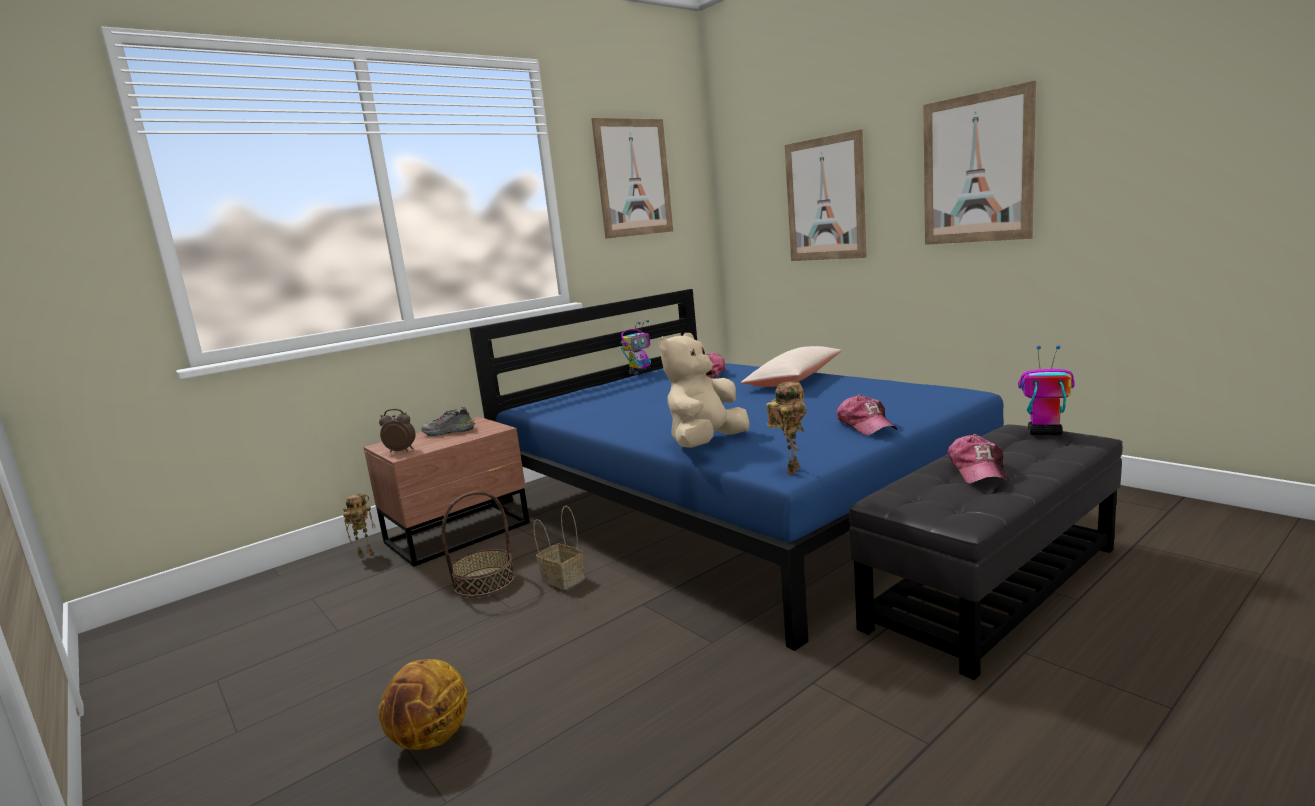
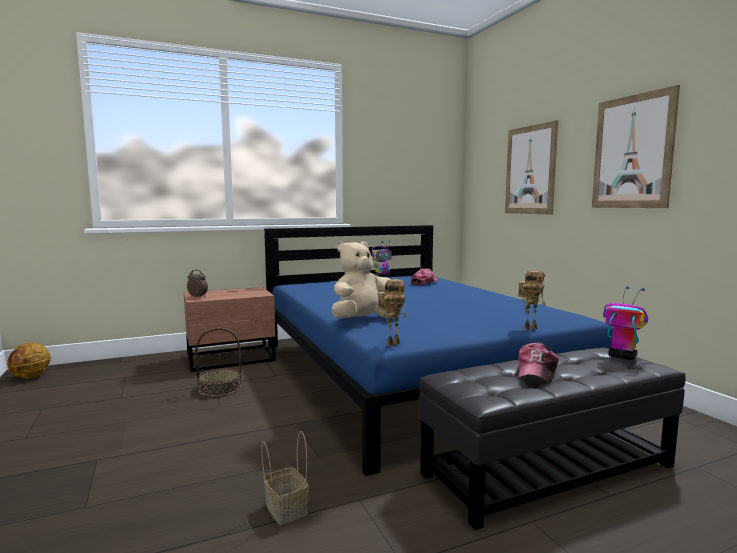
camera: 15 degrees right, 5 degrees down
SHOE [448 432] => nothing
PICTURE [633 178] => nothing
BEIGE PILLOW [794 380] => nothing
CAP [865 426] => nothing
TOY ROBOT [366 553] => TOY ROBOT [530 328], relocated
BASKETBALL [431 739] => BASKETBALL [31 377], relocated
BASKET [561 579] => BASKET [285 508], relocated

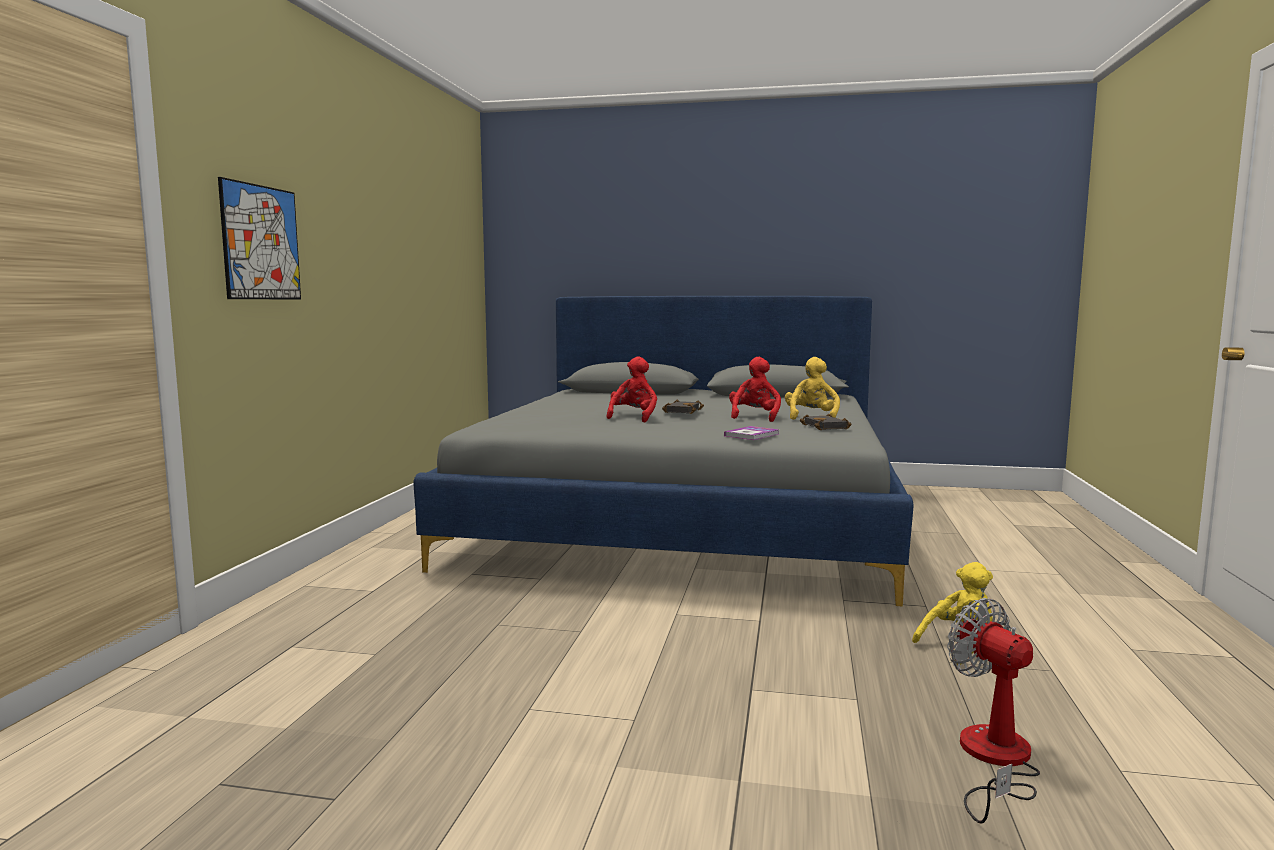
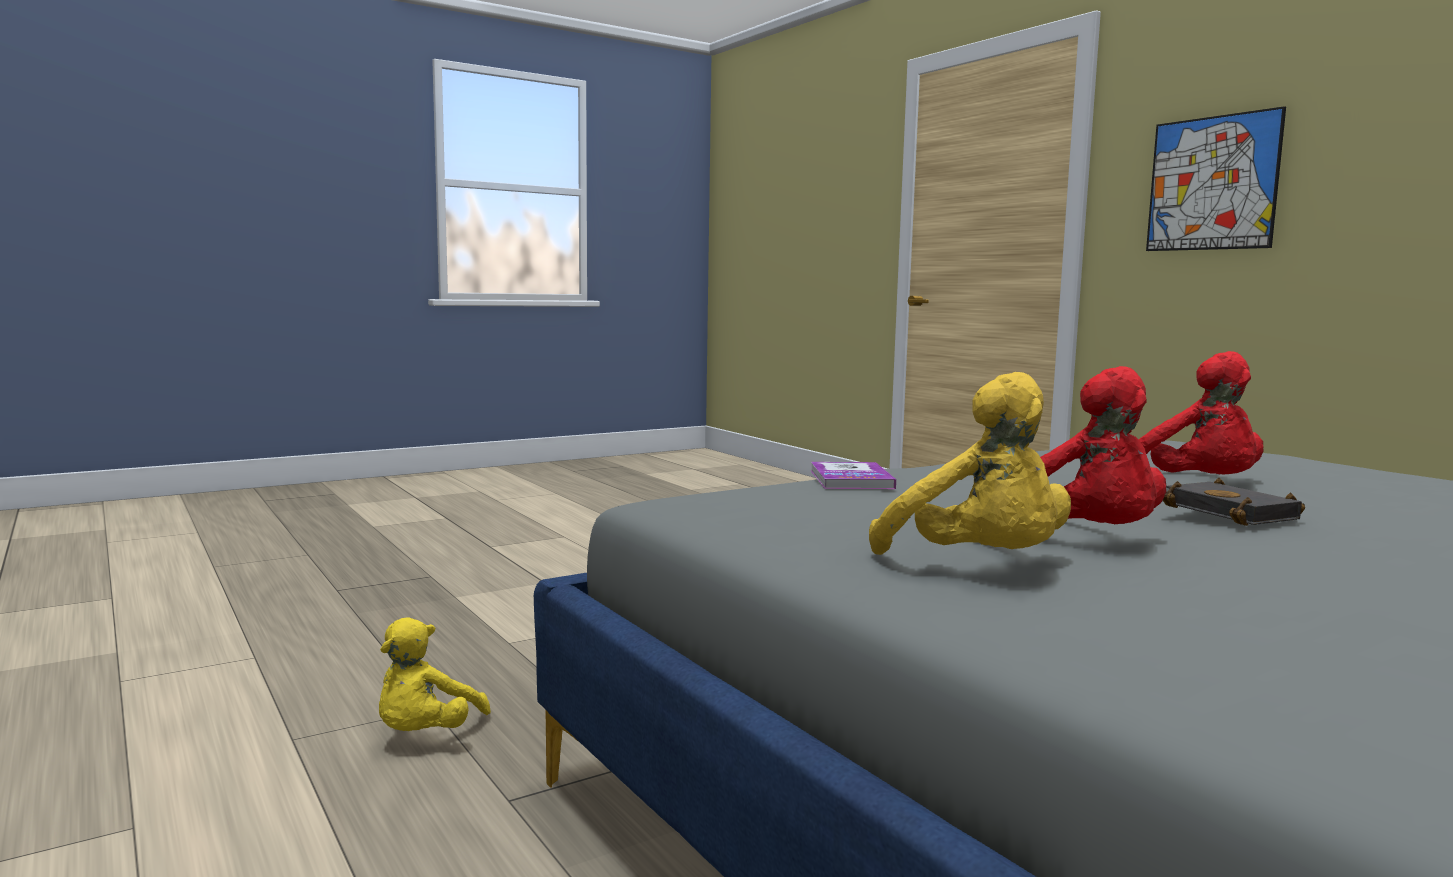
camera: 135 degrees right, 0 degrees up
BLACK BOOK [827 427] => nothing
FAN [994 761] => nothing

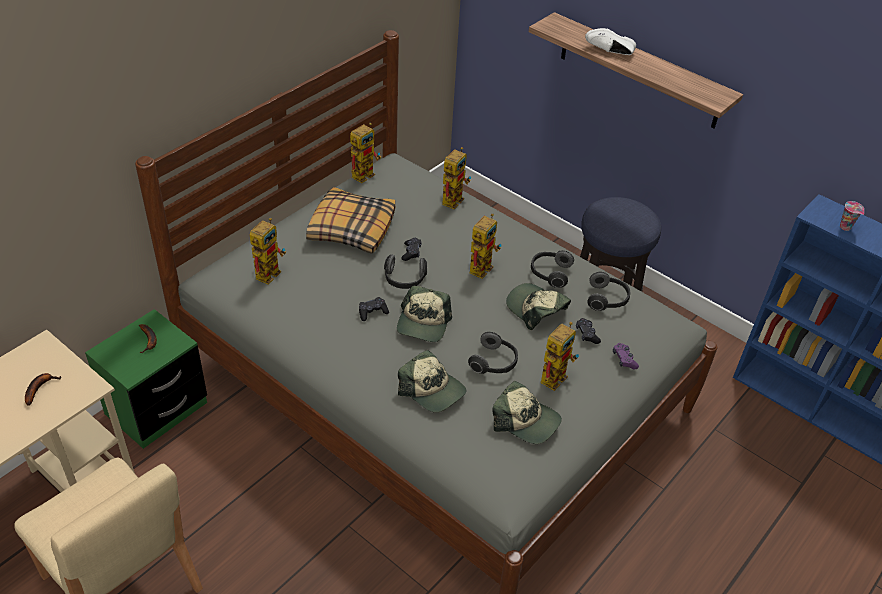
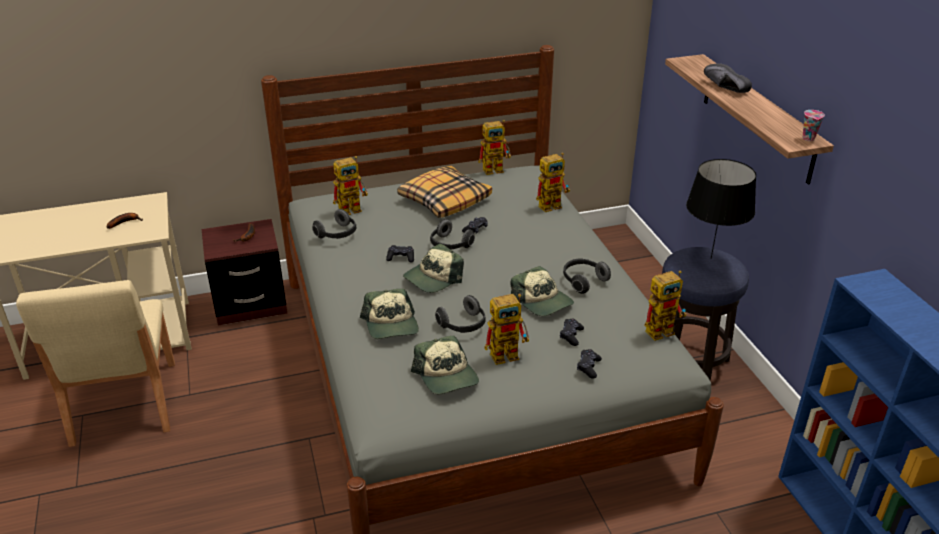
camera: 35 degrees right, 10 degrees down
nothing => BLACK TABLE LAMP [711 258]
TOY ROBOT [481 265] => TOY ROBOT [663 329], relocated
HEADPHONES [607 299] => HEADPHONES [338 234], relocated
CUP [846 227] => CUP [809 139], relocated
GREEN NIGHTSTAND [157 409] => BROWN NIGHTSTAND [250 304]
WHITE SHOE [609 52] => BLACK SHOE [723 88]
PURPLE GAME CONTROLLER [624 359] => BLACK GAME CONTROLLER [588 367]
CAP [536 309] => CAP [542 301], 150 degrees clockwise

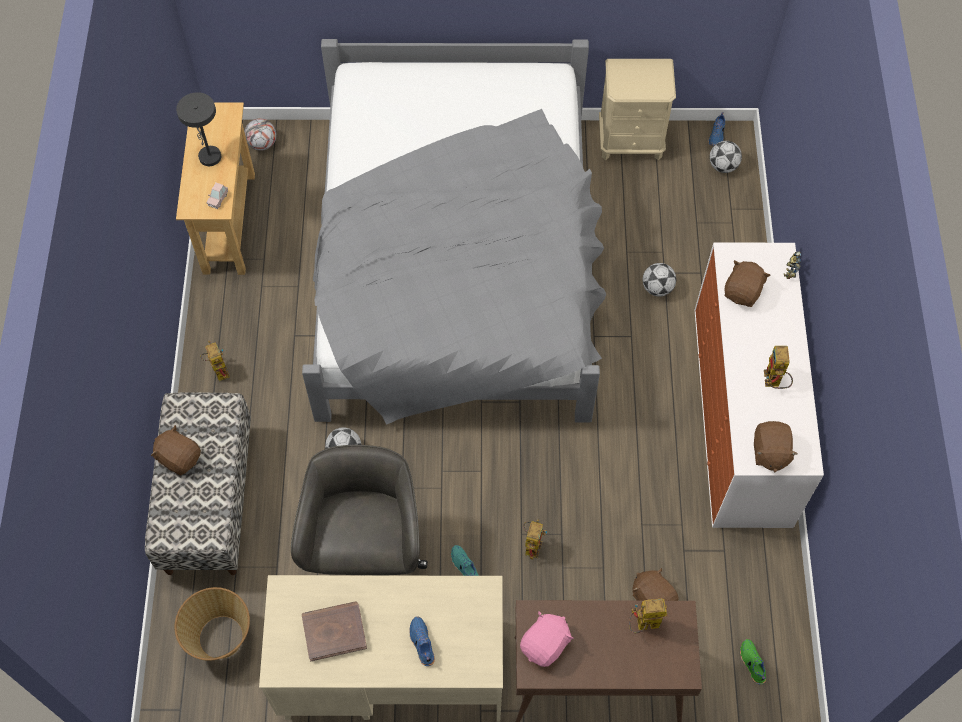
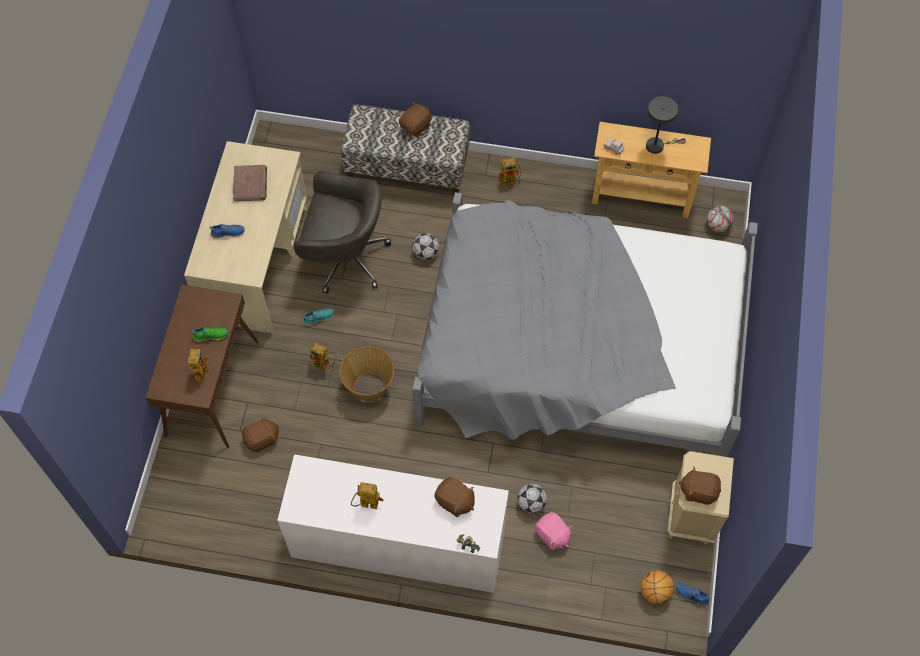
camera: 100 degrees right, 0 degrees up
BASKET [221 638] => BASKET [369 387], relocated
PINK PLUSH TOY [545 645] => PINK PLUSH TOY [552 535], relocated
GREEN SHOE [751 663] => GREEN SHOE [211 335], relocated
BROWN PLUSH TOY [769 452] => BROWN PLUSH TOY [698 491], relocated
FOOTBALL [723 166] => BASKETBALL [654 592]

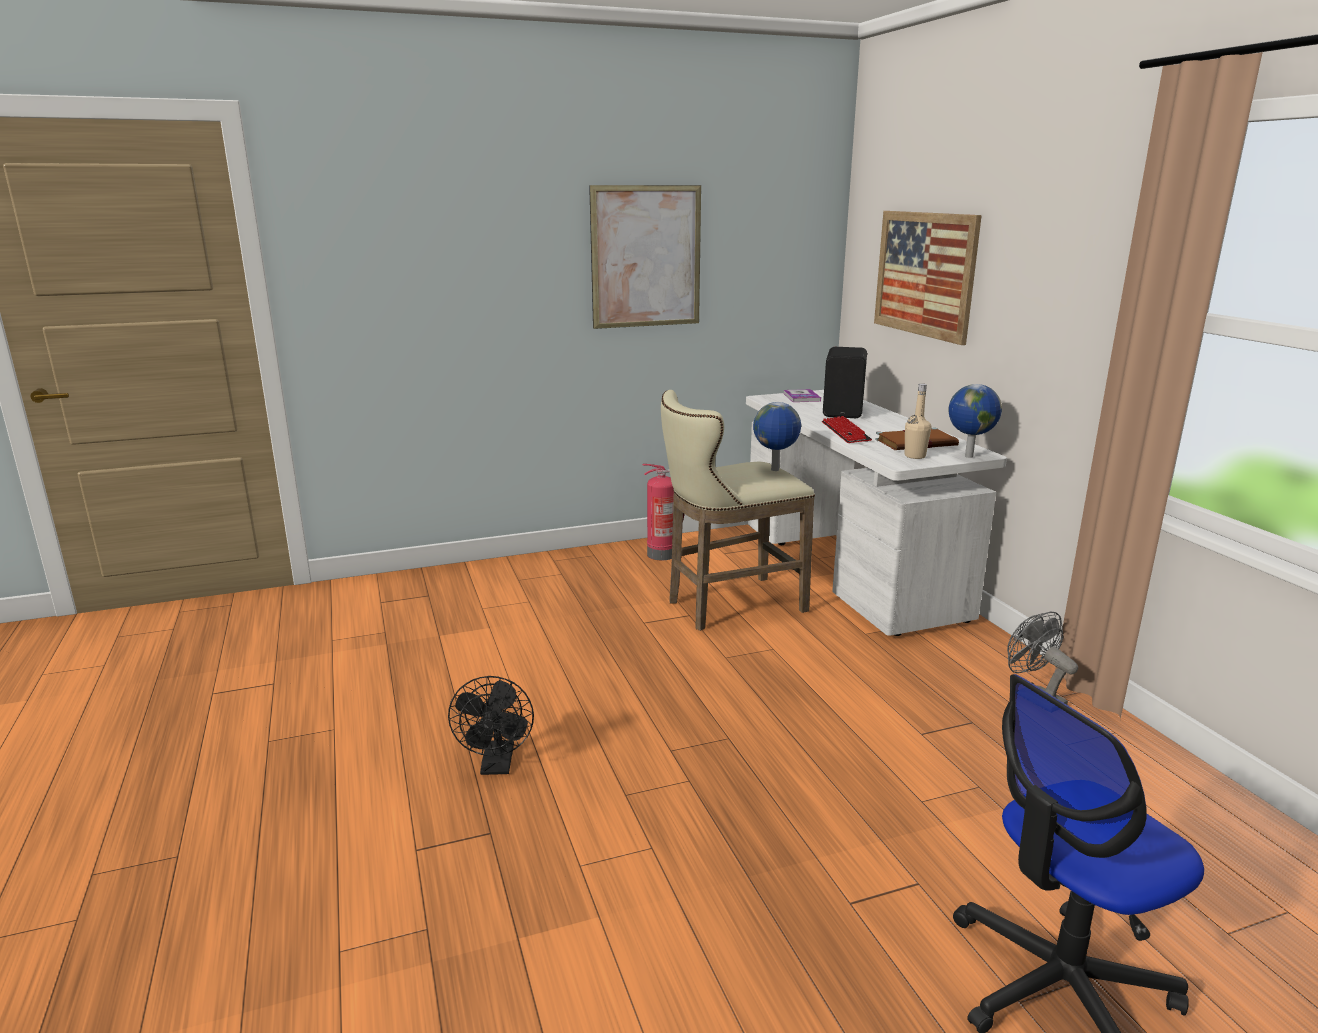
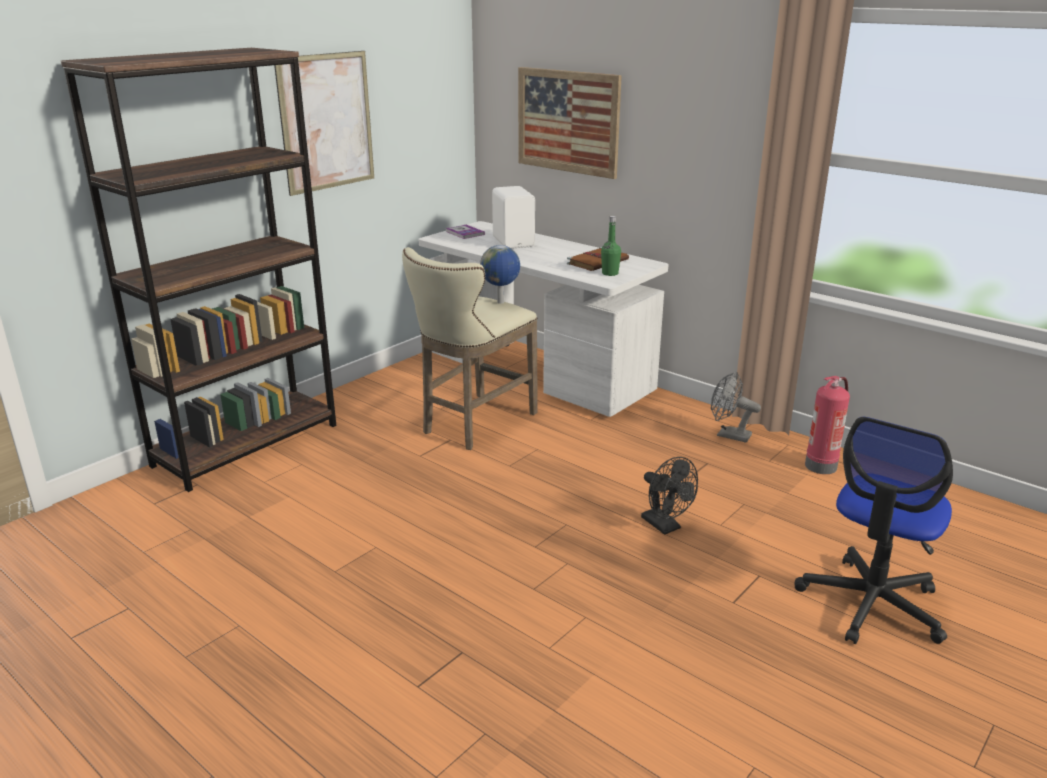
camera: 30 degrees left, 5 degrees up
KEYBOARD [845 432] => nothing
GLOBE [967 456] => nothing
nothing => BROWN BOOKCASE [247 445]
BLACK FAN [497 766] => BLACK FAN [665 526], relocated
FIRE EXTINGUISHER [663 554] => FIRE EXTINGUISHER [821 465], relocated
BLACK SPEAKER [844 412] => WHITE SPEAKER [514 242]
BEIGE BOTTLE [915 456] => GREEN BOTTLE [610 273]

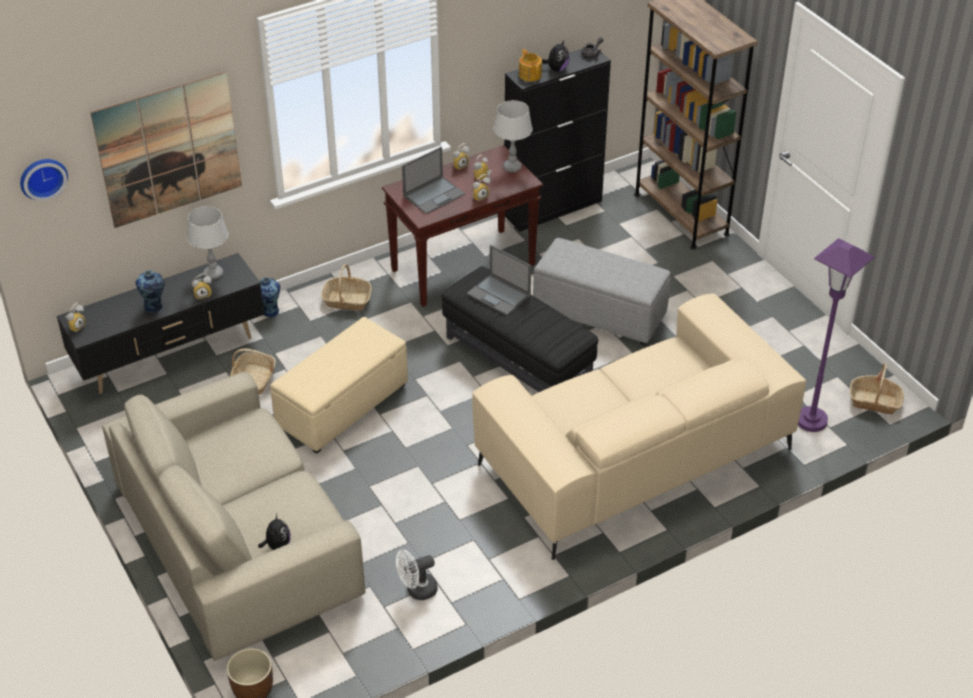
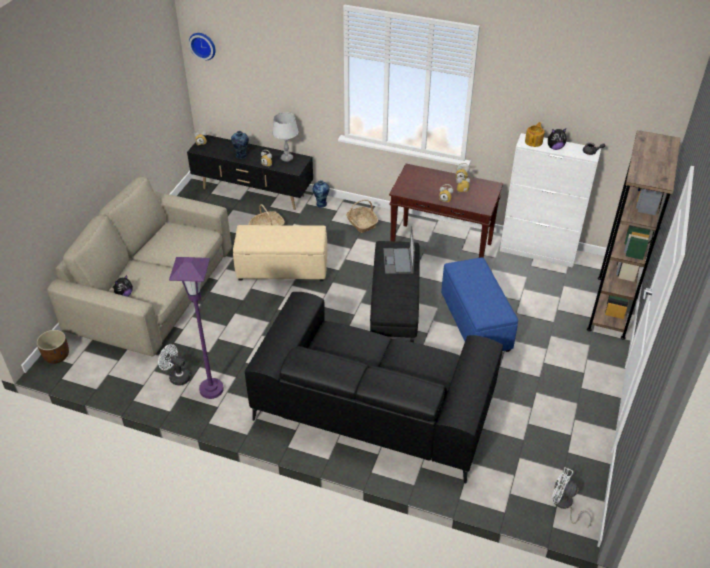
camera: 50 degrees right, 0 degrees up
PICTURE [169 149] => nothing
LAPTOP [434 195] => nothing
GREY TABLE LAMP [512 167] => nothing
PURPLE FLOOR LAMP [811 421] => PURPLE FLOOR LAMP [211 389], relocated
BASKET [874 401] => WHITE FAN [564 505]
BEIGE SOFA [634 455] => BLACK SOFA [374 407]
BLACK CABINET [553 208] => WHITE CABINET [538 252]
GREY OTTOMAN [600 313] => BLUE OTTOMAN [475 323]

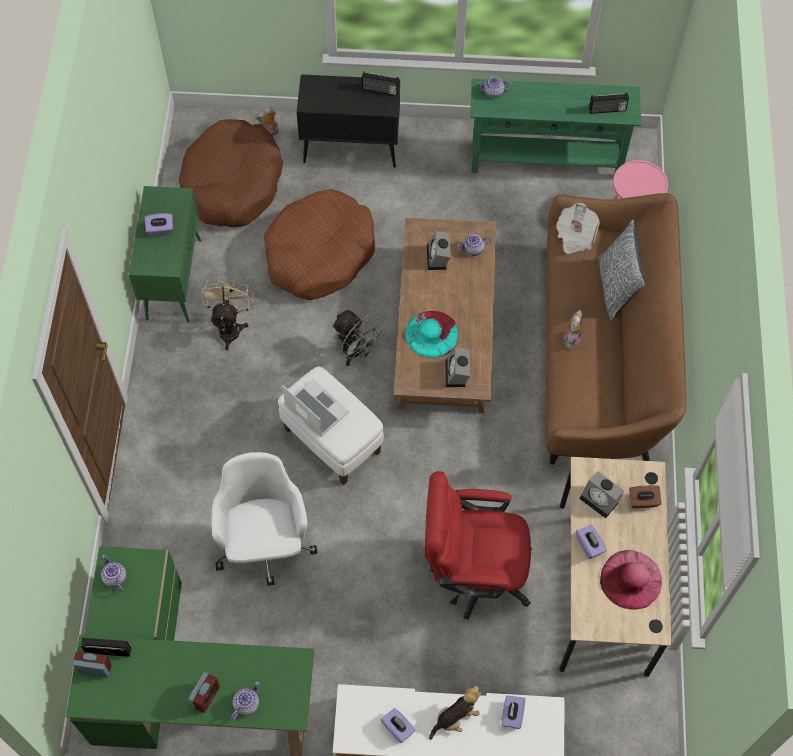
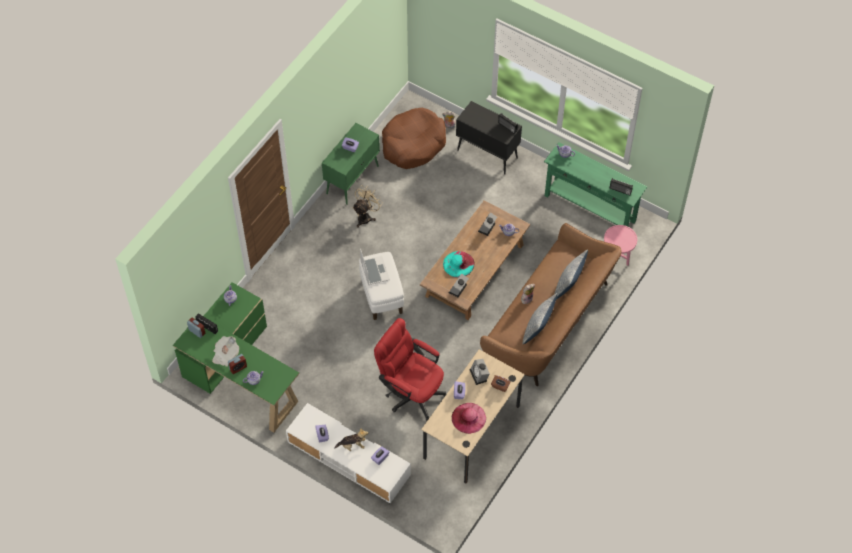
camera: 30 degrees right, 5 degrees down
WHITE OFFICE CHAIR [265 543] => nothing
BROWN DOG BED [319 254] => nothing
GREY FAN [357 352] => nothing
nothing => PILLOW [538 329]
NEWSPAPER [575 236] => NEWSPAPER [225 355], relocated

